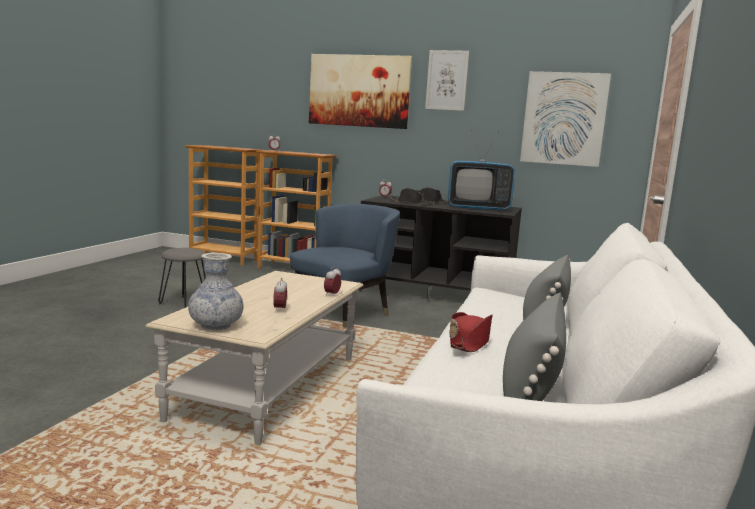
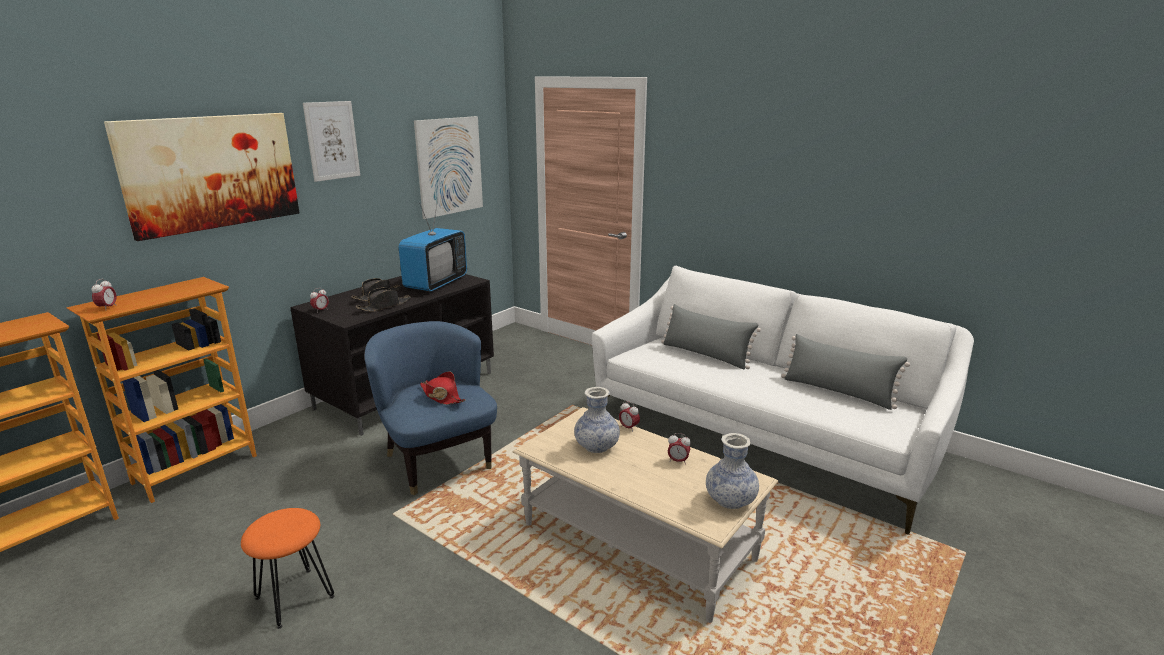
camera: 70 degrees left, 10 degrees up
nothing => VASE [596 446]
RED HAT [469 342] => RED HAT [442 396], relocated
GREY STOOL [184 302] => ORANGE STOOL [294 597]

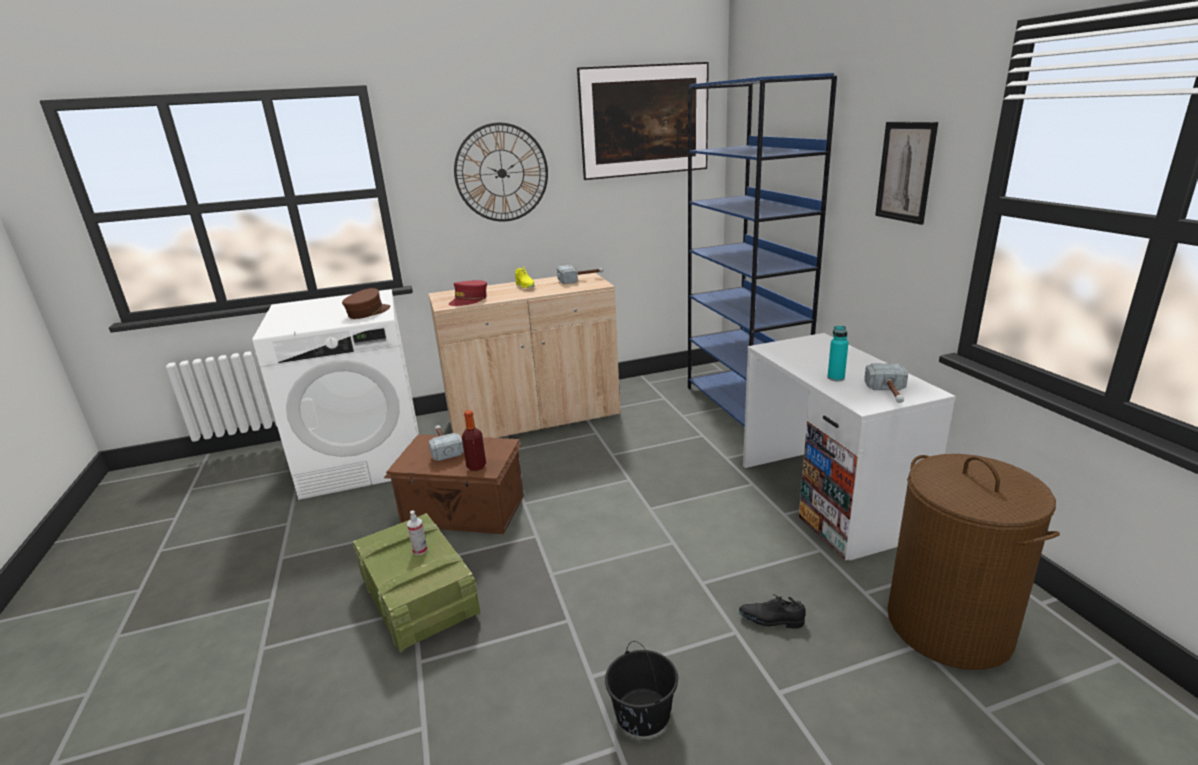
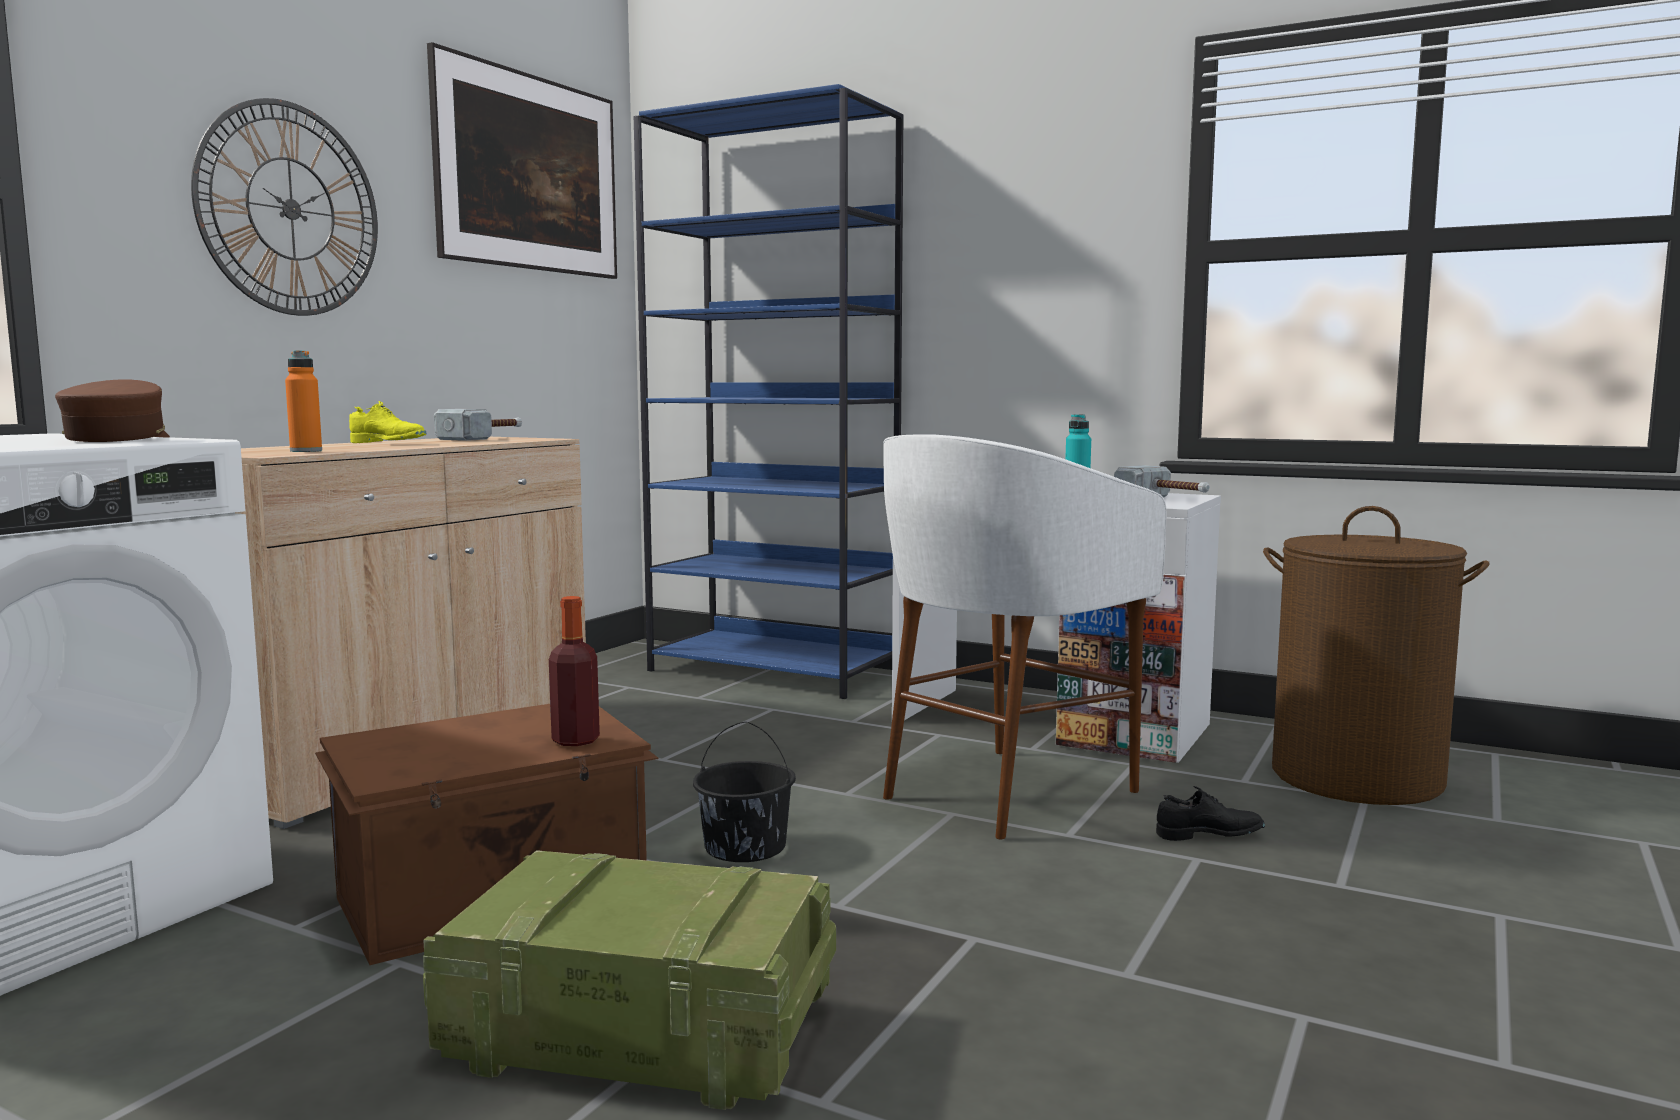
camera: 45 degrees left, 15 degrees down
SPRAY BOTTLE [420 550] => nothing
HAMMER [444 447] => nothing
PICTURE [905 172] => nothing
nothing => WHITE STOOL [1005 793]
BLACK BUCKET [642 712] => BLACK BUCKET [744 847], relocated
RED CAP [469 300] => ORANGE BOTTLE [306 451]
BLACK SHOE [771 620] => BLACK SHOE [1209 835], 150 degrees counterclockwise

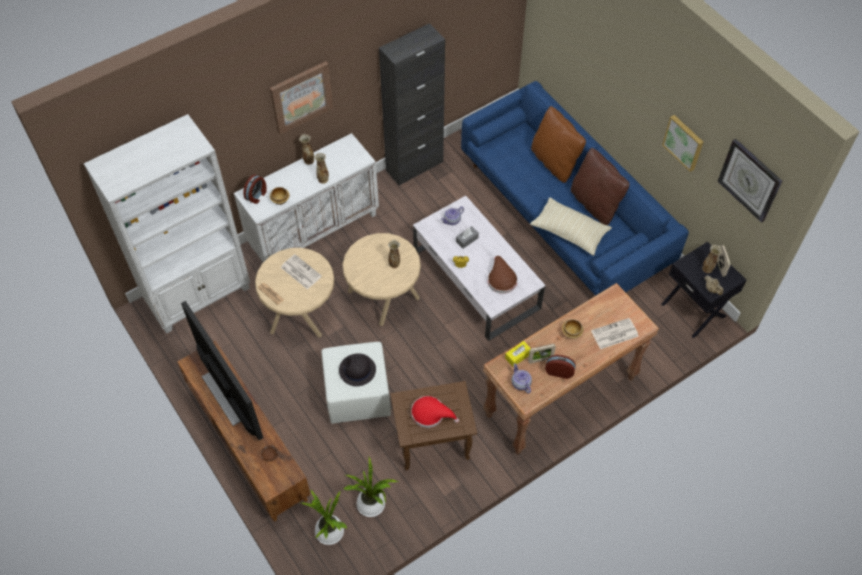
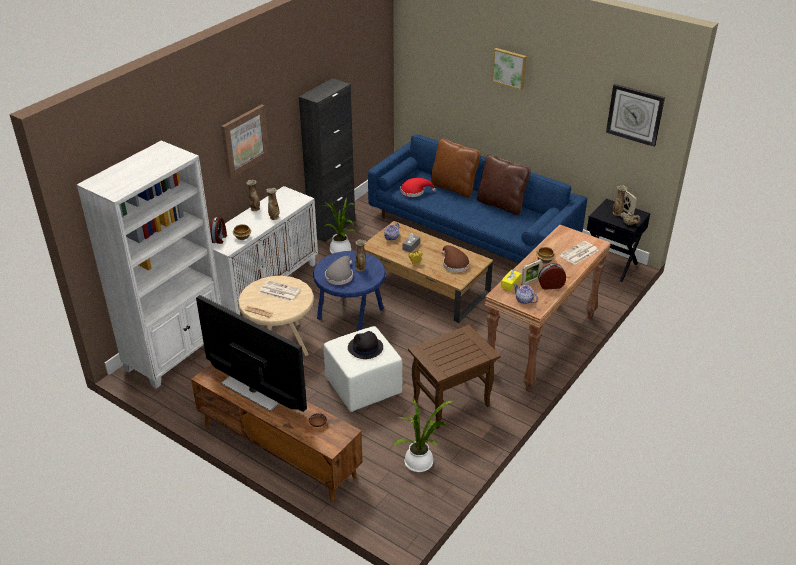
camera: 20 degrees left, 20 degrees down
BEIGE PILLOW [569 232] => nothing
nothing => GREY HAT [340 276]
POTTED PLANT [330 534] => POTTED PLANT [341 252], relocated
RED HAT [431 414] => RED HAT [414 191], relocated
PICTURE [684 142] => PICTURE [509 68], relocated
BEIGE SIDE TABLE [384 297] => BLUE SIDE TABLE [351 315]
WHITE COFFEE TABLE [476 279] => BROWN COFFEE TABLE [425 286]

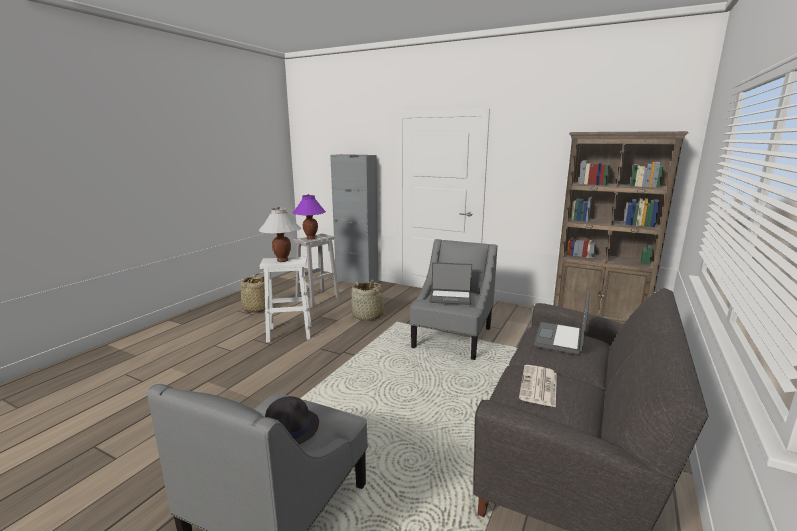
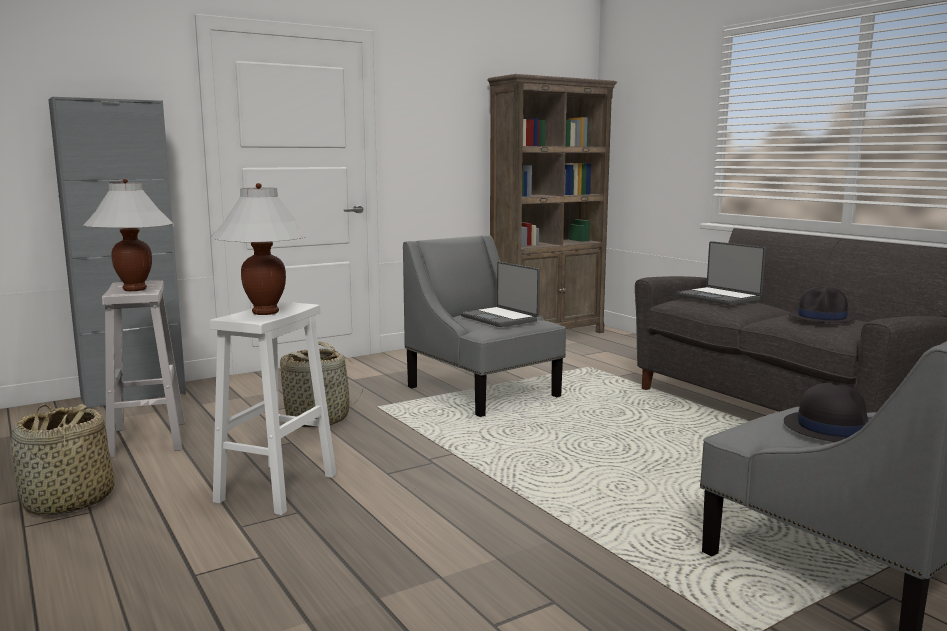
camera: 60 degrees left, 5 degrees down
NEWSPAPER [539 386] => BLACK HAT [822 318]
PURPLE TABLE LAMP [311 238] => WHITE TABLE LAMP [134 289]
LAPTOP [450 298] => LAPTOP [500 318], 105 degrees clockwise

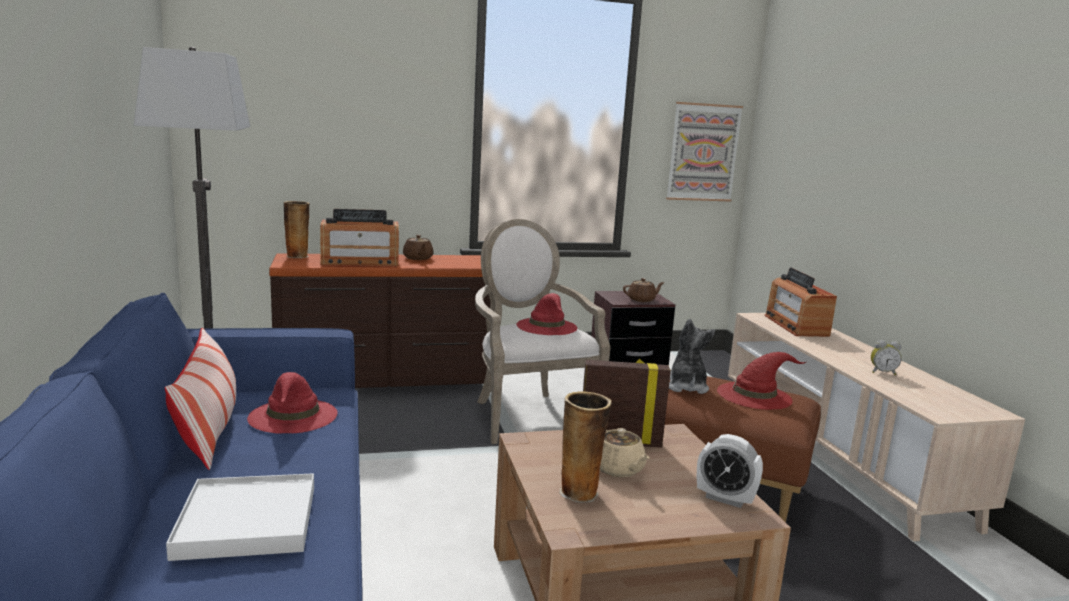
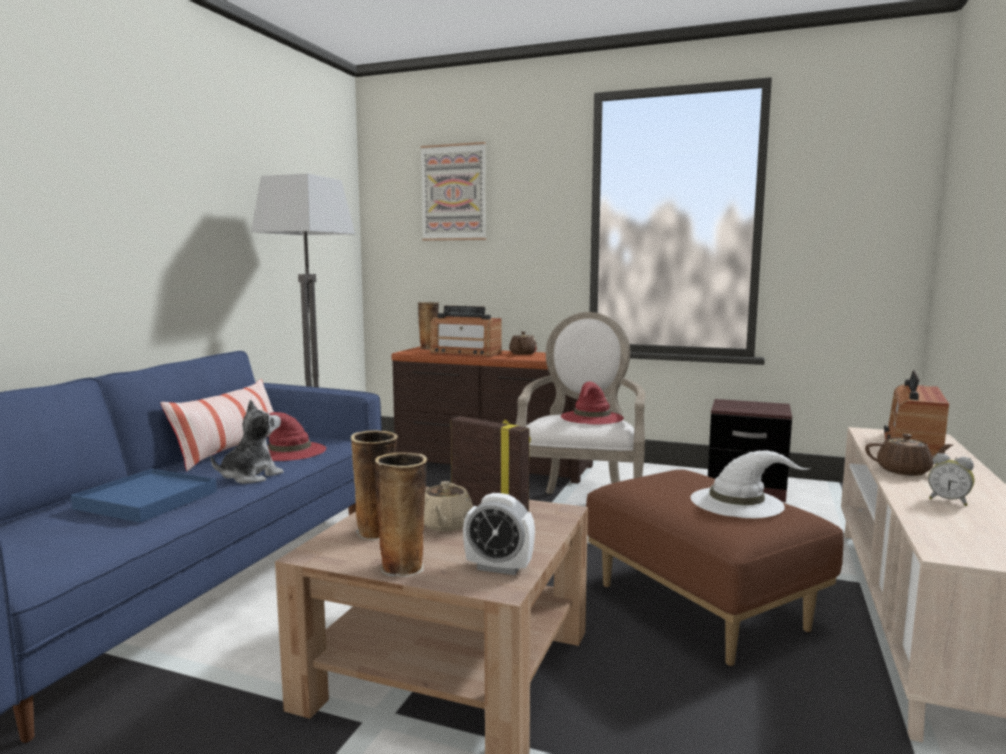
camera: 35 degrees right, 5 degrees down
nothing => VASE [404 567]
BROWN TEAPOT [642 300] => BROWN TEAPOT [905 471], relocated
PICTURE [703 152] => PICTURE [454 193], relocated
PLUSH TOY [686 387] => PLUSH TOY [250 476], relocated
WHITE TRAY [247 521] => BLUE TRAY [147 500]
RED HAT [755 395] => WHITE HAT [738 502]
ALARM CLOCK [725 499] => ALARM CLOCK [499 568], 45 degrees counterclockwise

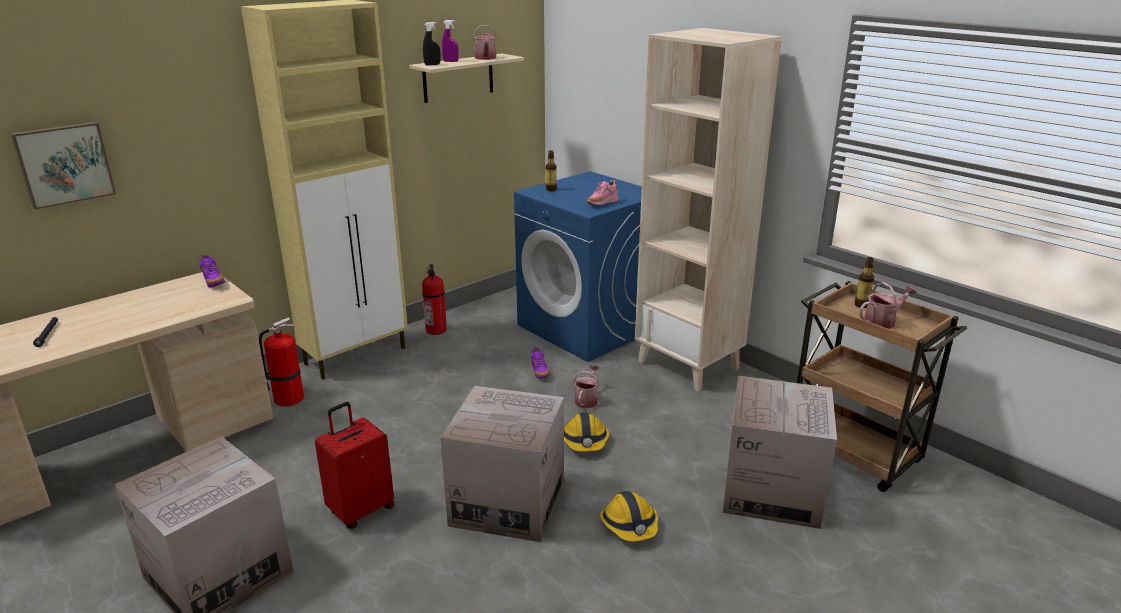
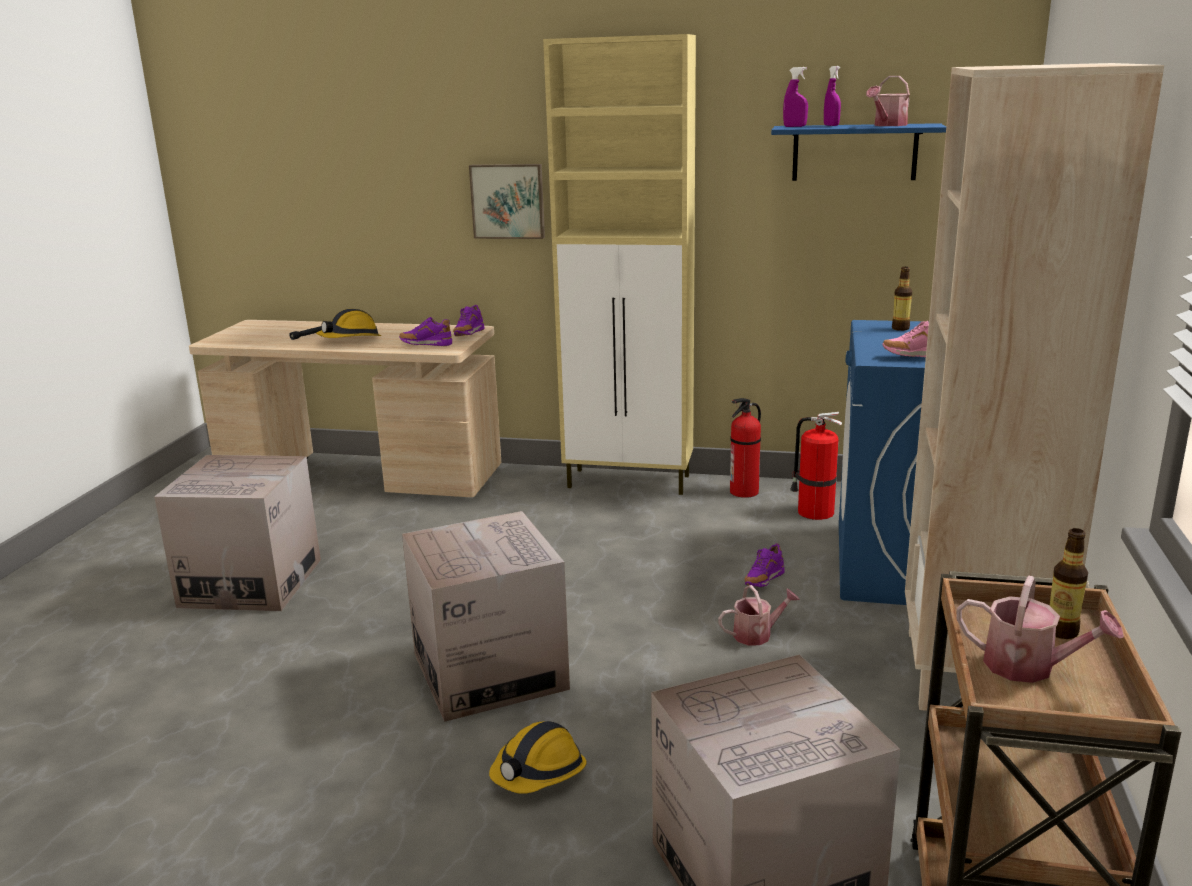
camera: 55 degrees right, 5 degrees down
RED SUITCASE [361 510] => nothing
nothing => PURPLE SHOE [426 345]
PICTURE [64 164] => PICTURE [508 201], relocated
FIRE EXTINGUISHER [287 399] => FIRE EXTINGUISHER [813 512], relocated
HARD HAT [585 441] => HARD HAT [350 339], relocated
BEIGE SHELF [458 78] => BLUE SHELF [854 152]
BLACK SPRAY BOTTLE [432 64] => PURPLE SPRAY BOTTLE [794 126]

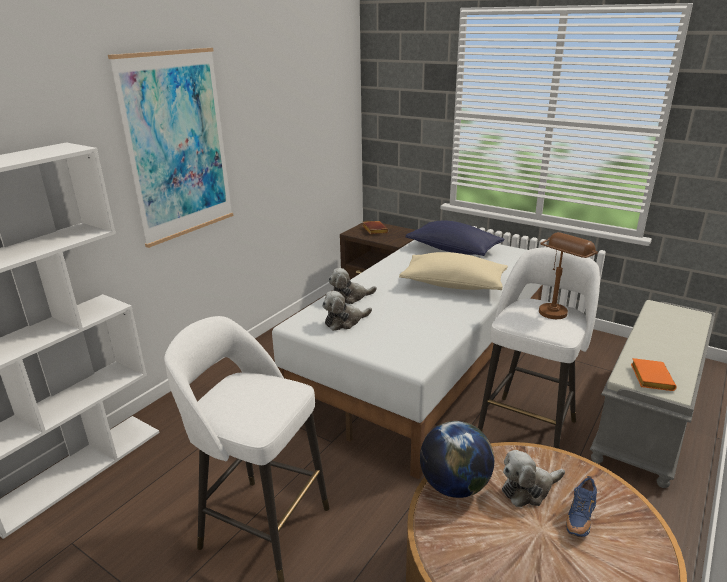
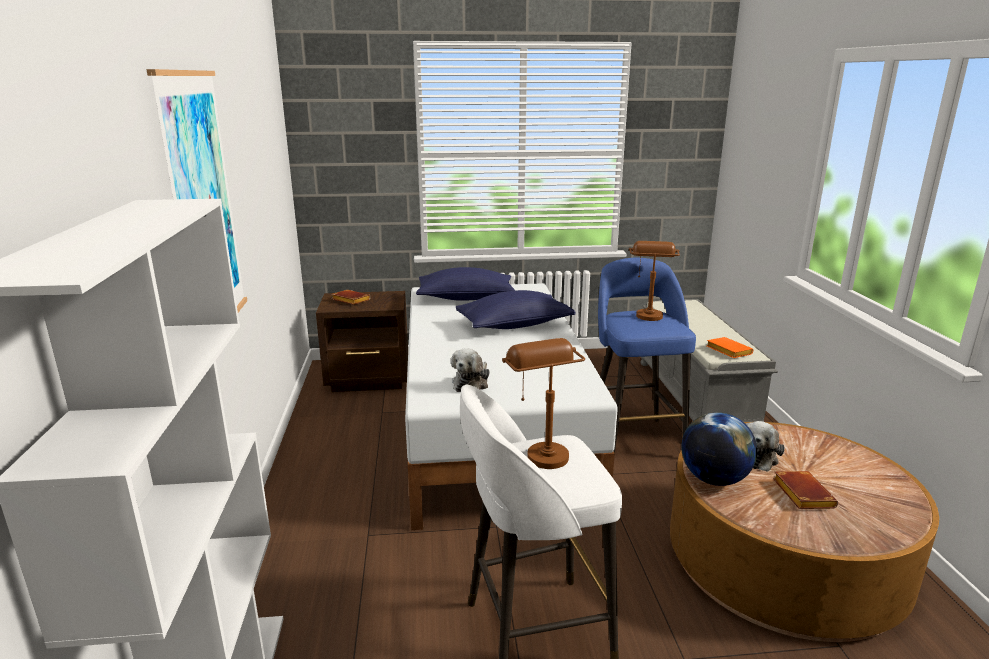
camera: 40 degrees left, 5 degrees down
PLUSH TOY [350 297] => nothing
BLUE SHOE [579 520] => nothing
nothing => BROWN TABLE LAMP [540 450]
nothing => BROWN BOOK [800 494]
BEIGE PILLOW [453 285] => BLUE PILLOW [514 325]
WHITE STOOL [528 428] => BLUE STOOL [634 439]

